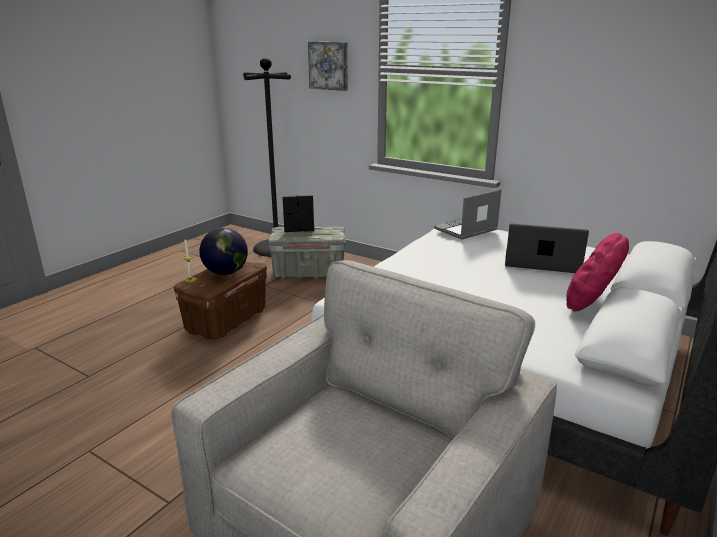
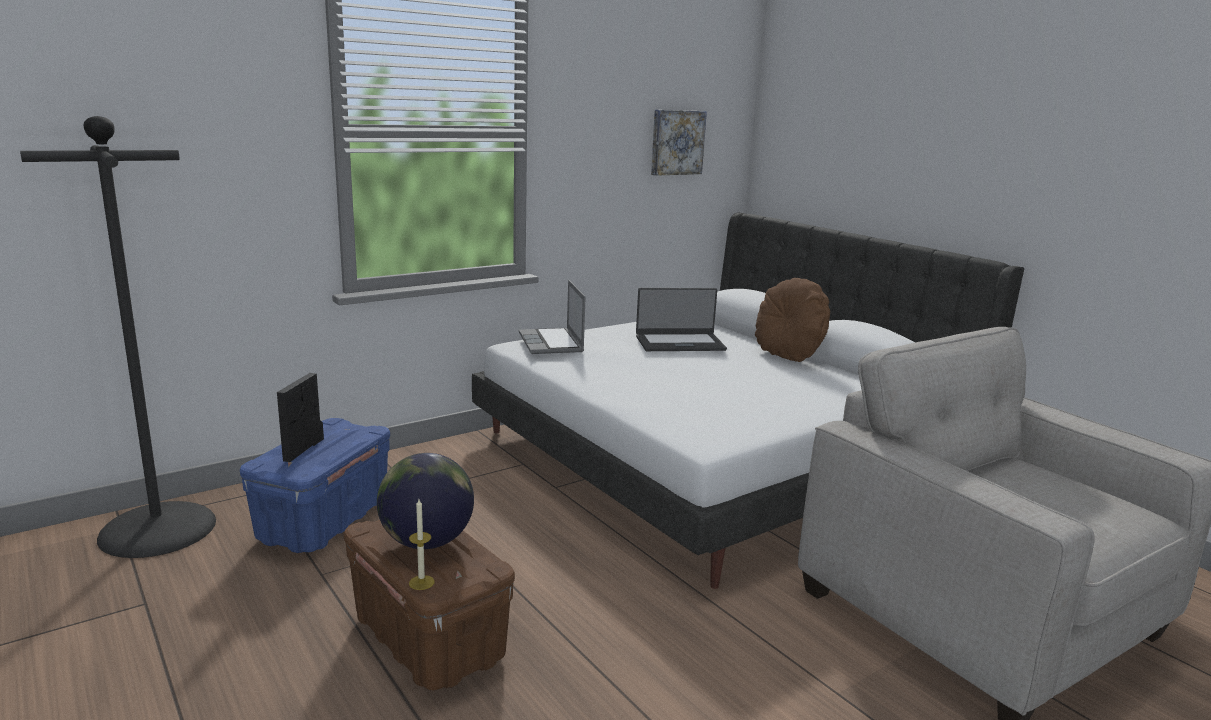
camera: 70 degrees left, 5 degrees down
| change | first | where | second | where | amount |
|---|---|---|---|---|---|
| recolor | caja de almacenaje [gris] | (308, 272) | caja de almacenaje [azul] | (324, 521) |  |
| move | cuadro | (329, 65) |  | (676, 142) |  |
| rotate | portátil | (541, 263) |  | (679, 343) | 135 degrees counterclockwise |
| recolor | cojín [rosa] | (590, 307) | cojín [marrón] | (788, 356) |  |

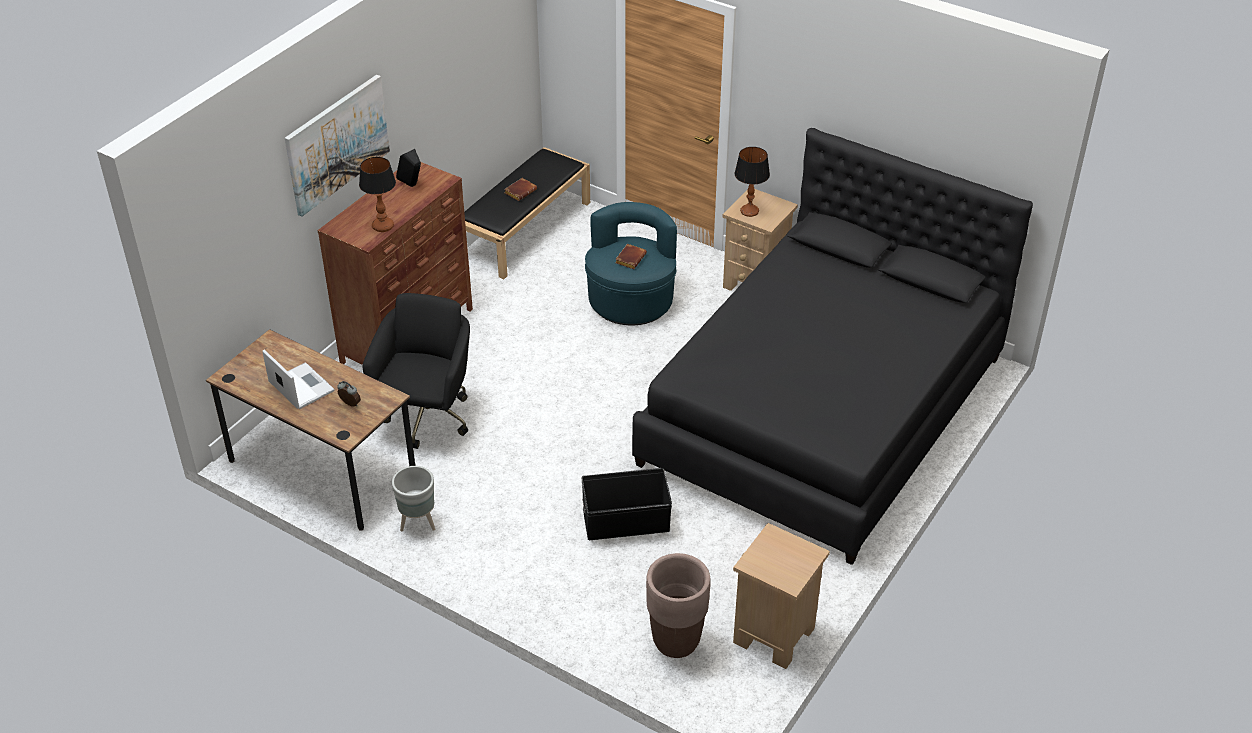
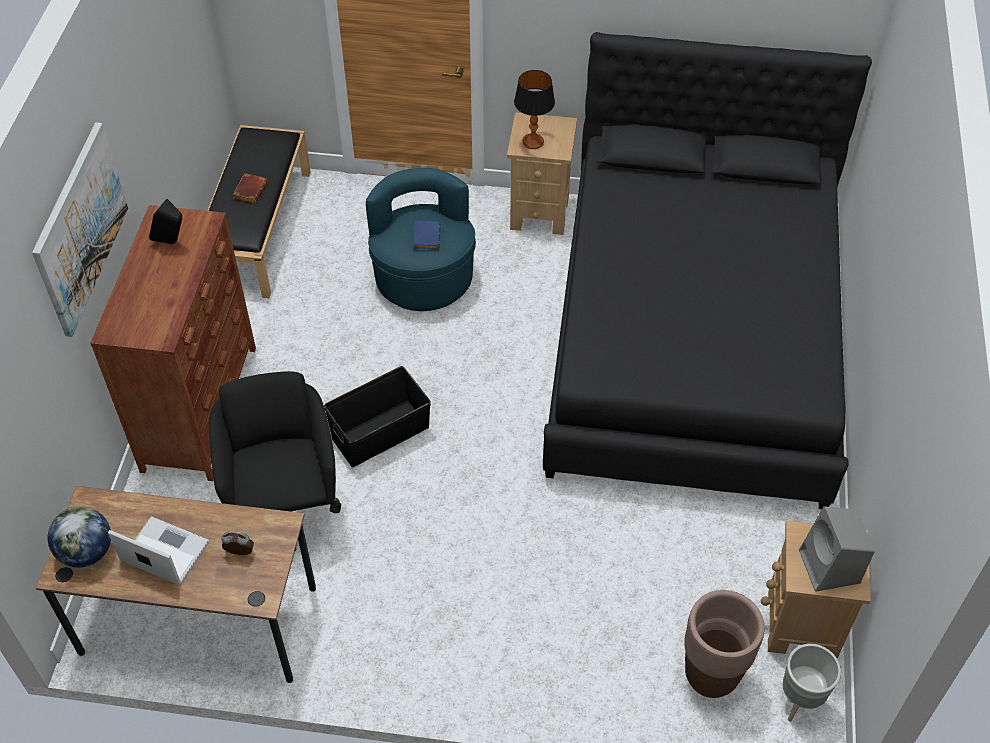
camera: 25 degrees left, 10 degrees up
| change | first | where | second | where | amount |
|---|---|---|---|---|---|
| delete | lámpara de mesa | (383, 226) |  |  |  |
| move | maceta [gris] | (418, 523) |  | (800, 702) |  |
| move | caja de almacenaje [negro] | (625, 521) |  | (380, 432) |  |
| recolor | libro [marrón] | (630, 258) | libro [azul] | (425, 237) |  |
| insert |  |  | globo terráqueo | (86, 552) |  |
| insert |  |  | altavoz [gris] | (830, 568) |  |

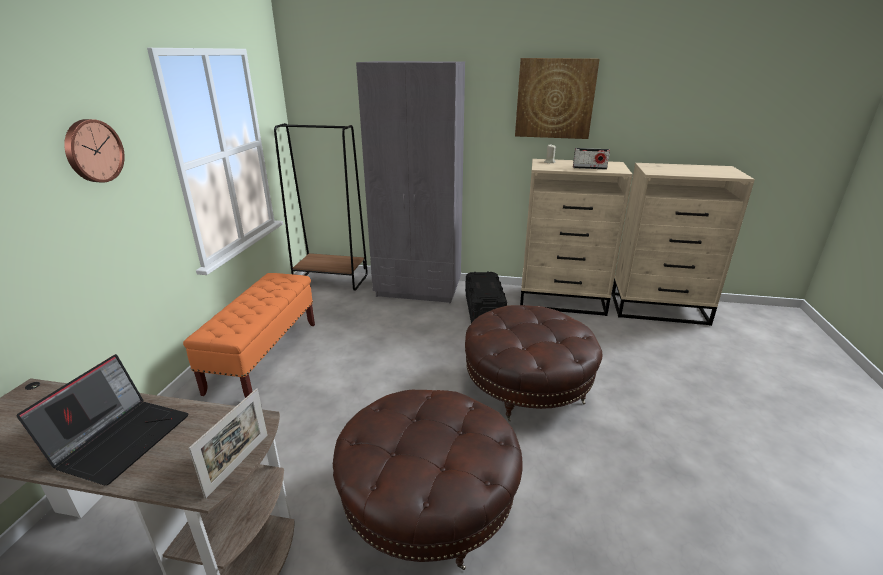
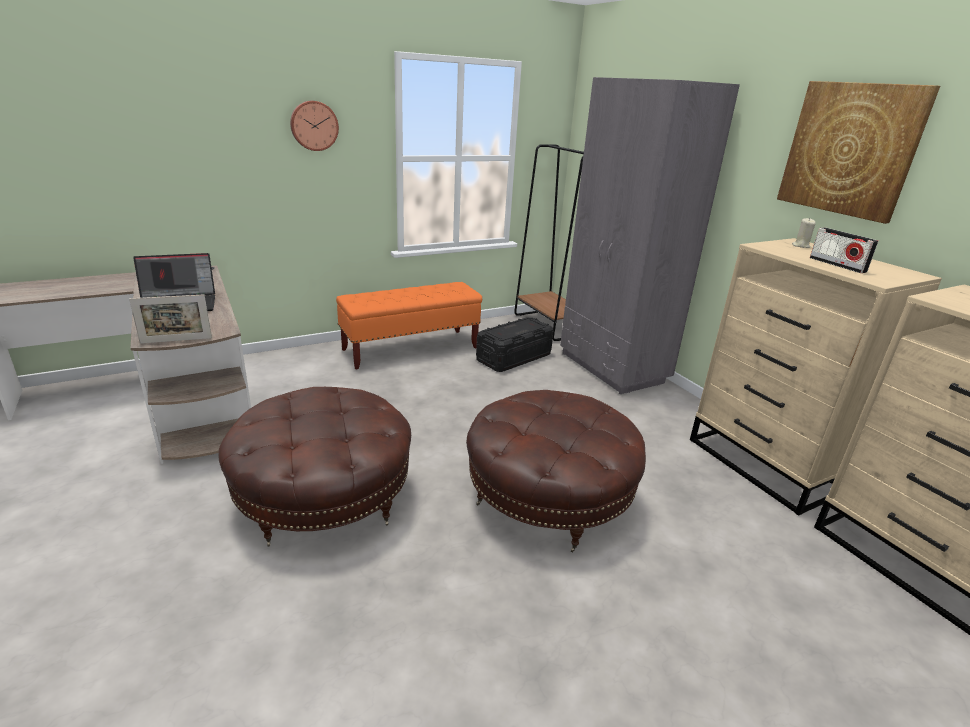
camera: 50 degrees right, 0 degrees up
| change | first | where | second | where | amount |
|---|---|---|---|---|---|
| move | caja de almacenaje [negro] | (484, 309) |  | (514, 357) |  |

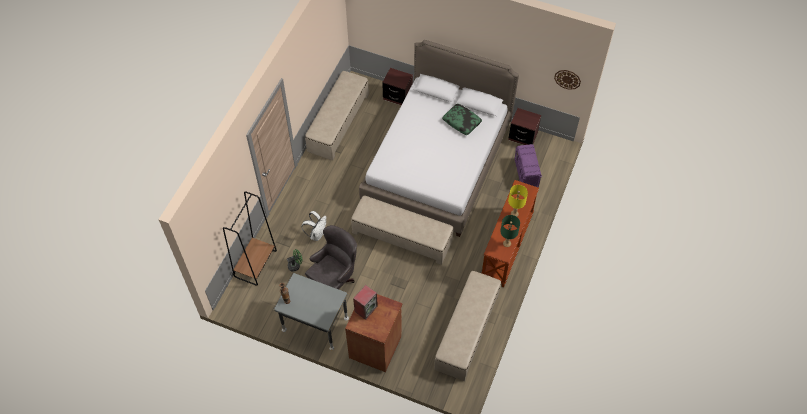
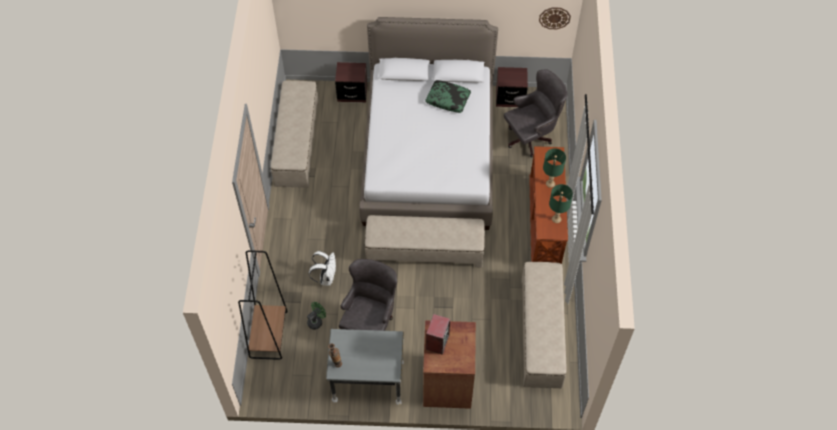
camera: 20 degrees left, 0 degrees up
| change | first | where | second | where | amount |
|---|---|---|---|---|---|
| recolor | lámpara de mesa [amarillo] | (514, 213) | lámpara de mesa [verde] | (550, 183) |  |
| replace | caja de almacenaje [morado] | (526, 173) | silla de oficina [gris] | (530, 138) |  |

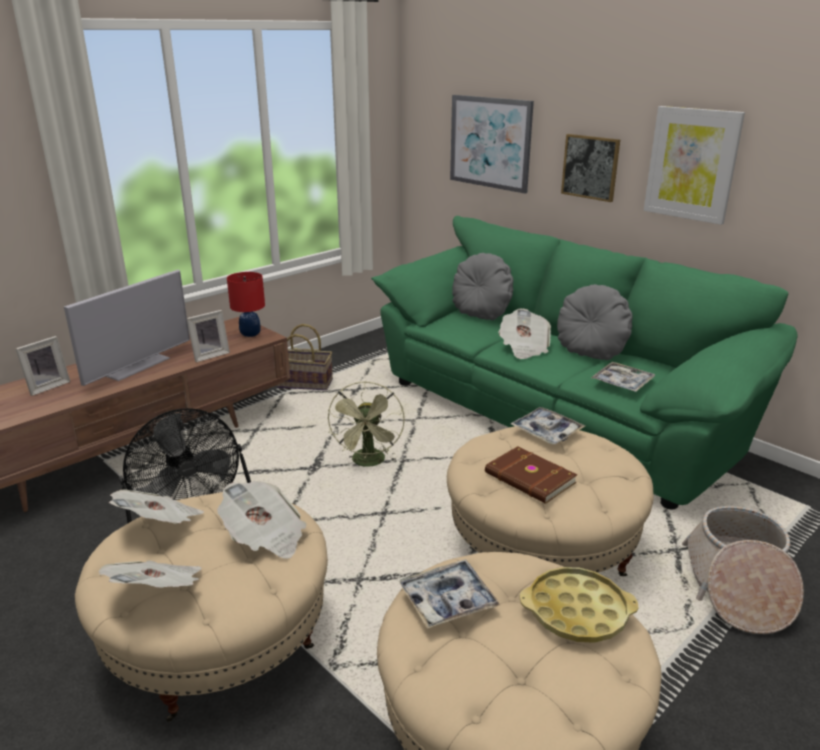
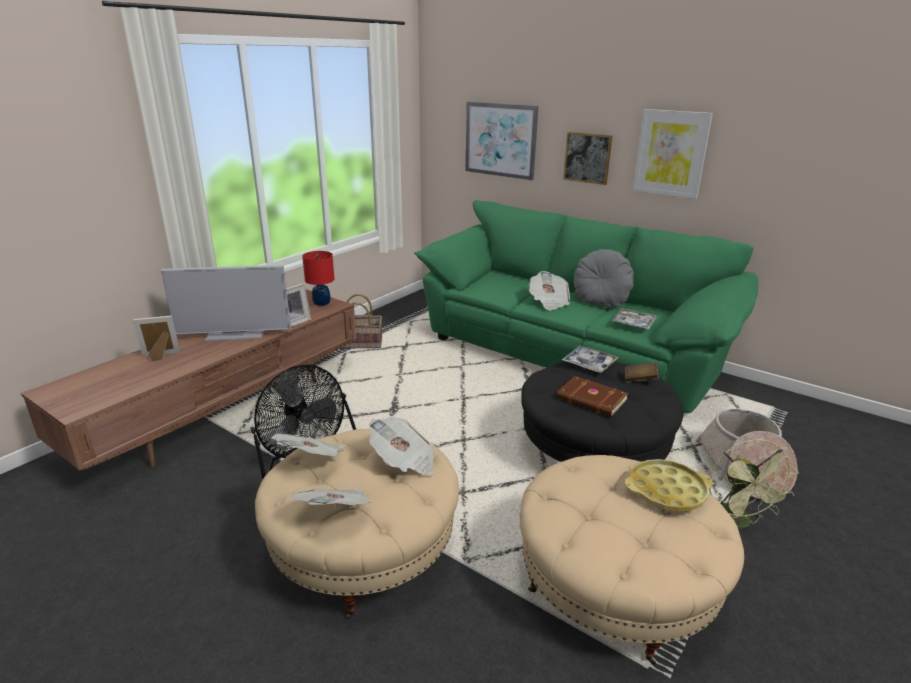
camera: 10 degrees left, 0 degrees up
| change | first | where | second | where | amount |
|---|---|---|---|---|---|
| rotate | portarretratos | (47, 386) |  | (160, 356) | 135 degrees counterclockwise |
| rotate | televisor | (137, 366) |  | (235, 335) | 60 degrees clockwise |
| move | ventilador [verde] | (369, 463) |  | (737, 523) |  |
| delete | bandeja | (447, 600) |  |  |  |
| recolor | puf [beis] | (542, 544) | puf [negro] | (593, 452) |  |
| delete | cojín [gris] | (481, 315) |  |  |  |
| insert |  |  | libro [marrón] | (640, 380) |  |

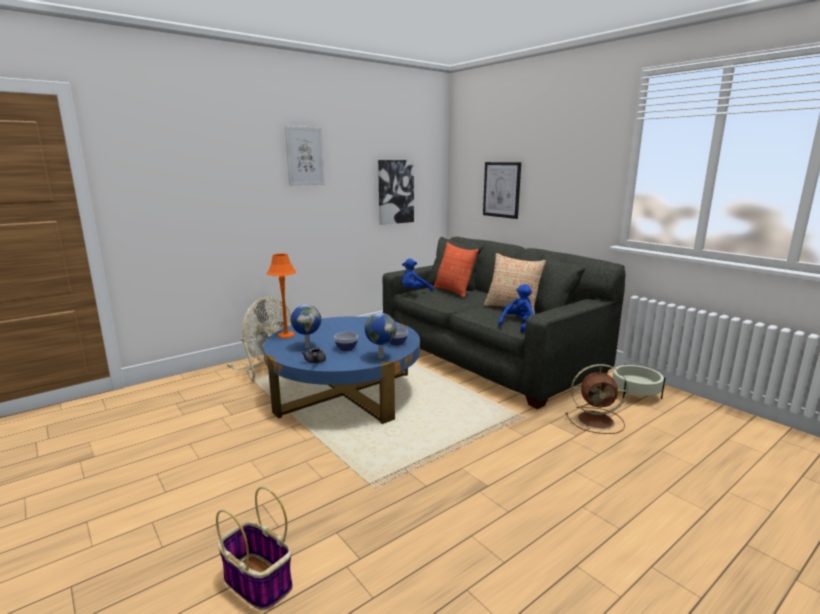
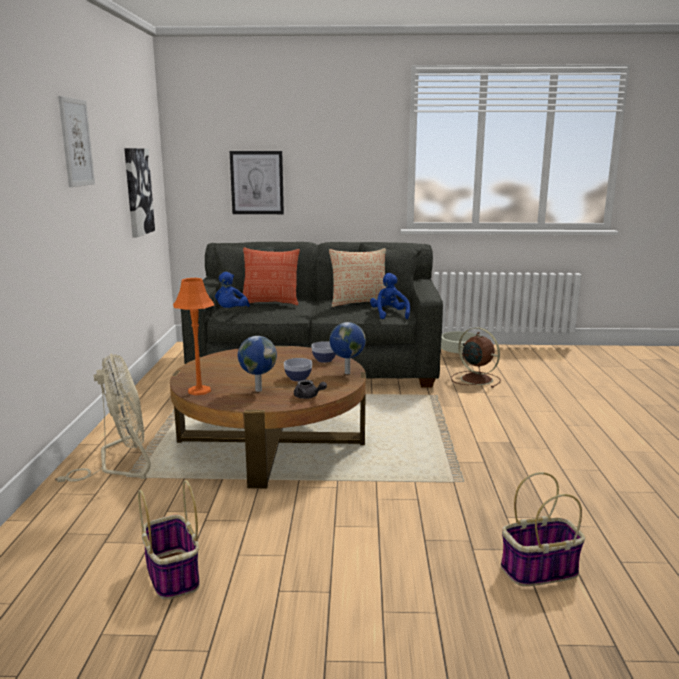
camera: 50 degrees left, 0 degrees up
| change | first | where | second | where | amount |
|---|---|---|---|---|---|
| recolor | mesa de centro [azul] | (345, 392) | mesa de centro [marrón] | (271, 441) |  |
| rotate | ventilador [marrón] | (597, 420) |  | (475, 379) | 90 degrees counterclockwise |
| insert |  |  | cesta | (172, 574) |  |

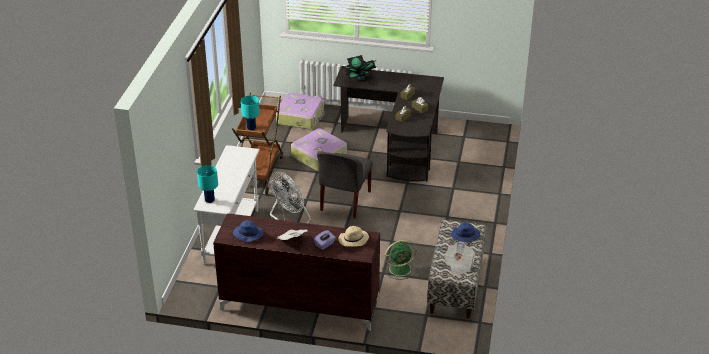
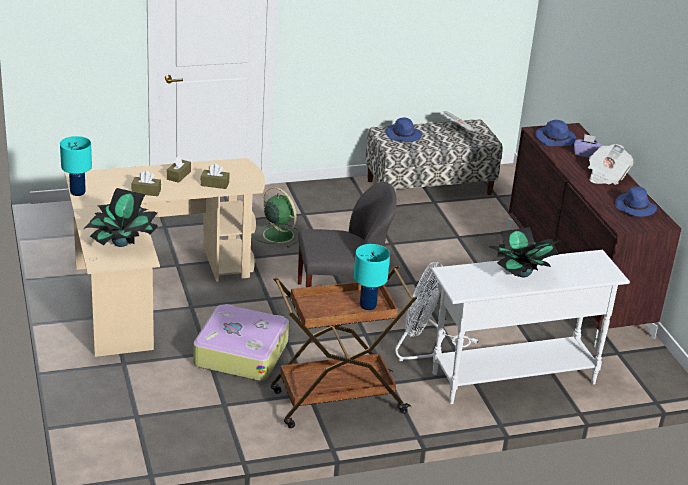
camera: 120 degrees left, 5 degrees down
| change | first | where | second | where | amount |
|---|---|---|---|---|---|
| move | lámpara de mesa [turquesa] | (210, 200) |  | (78, 192) |  |
| delete | maleta | (301, 117) |  |  |  |
| recolor | escritorio [negro] | (398, 143) | escritorio [beis] | (149, 286) |  |
| recolor | sombrero [beis] | (353, 240) | sombrero [azul] | (556, 139) |  |
| move | ventilador [verde] | (401, 268) |  | (277, 234) |  |
| insert |  |  | planta en maceta | (521, 274) |  |

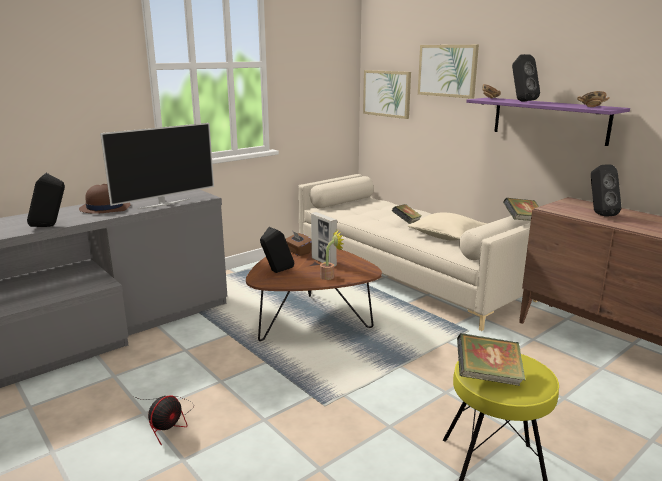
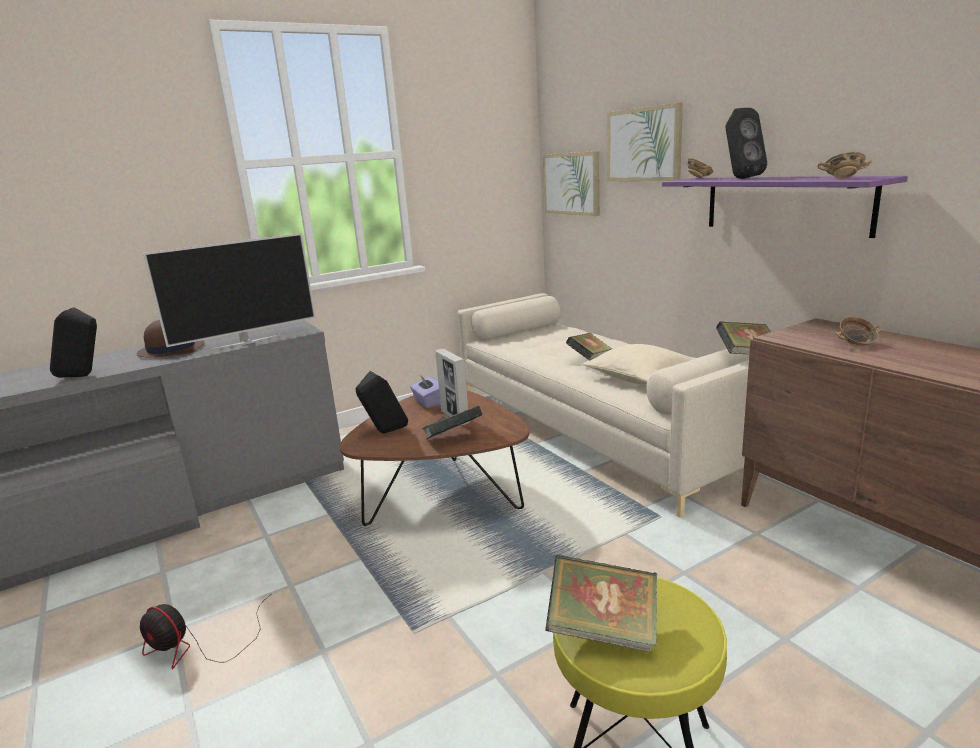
camera: 10 degrees right, 0 degrees up
| change | first | where | second | where | amount |
|---|---|---|---|---|---|
| rotate | ventilador | (168, 421) |  | (197, 646) | 75 degrees clockwise |
| recolor | caja de pañuelos [marrón] | (298, 252) | caja de pañuelos [morado] | (428, 402) |  |
| replace | planta en maceta | (330, 276) | libro | (453, 439) |  |
| replace | altavoz [negro] | (599, 214) | cuenco | (856, 345) |  |

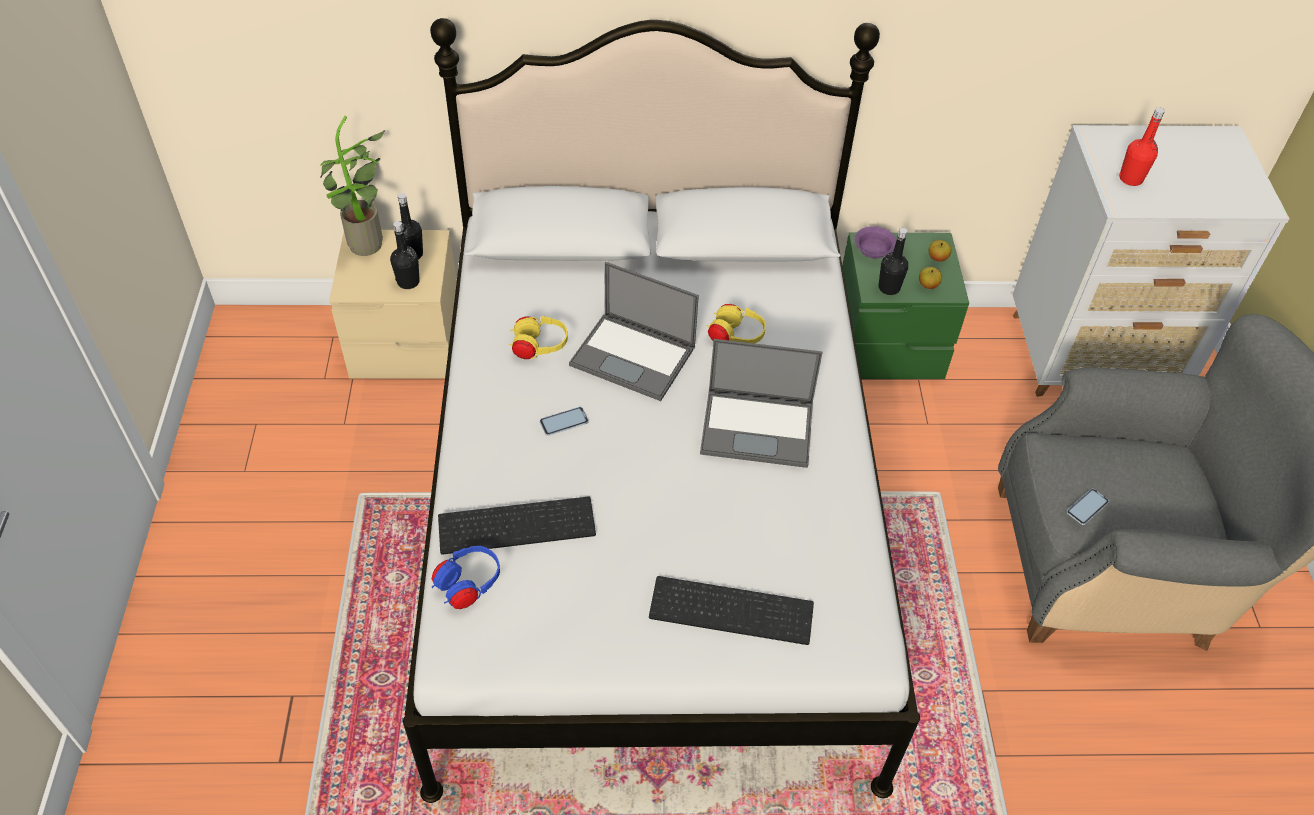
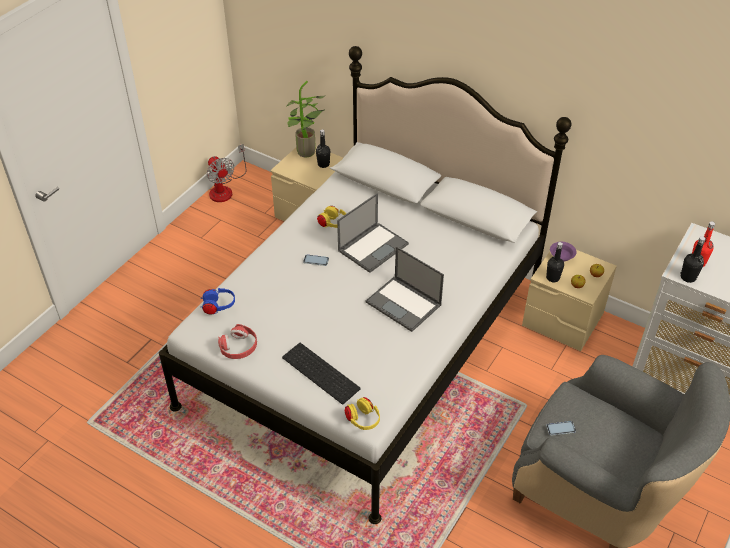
camera: 35 degrees right, 5 degrees down
| change | first | where | second | where | amount |
|---|---|---|---|---|---|
| move | botella [negro] | (408, 282) |  | (688, 277) |  |
| delete | teclado | (518, 523) |  |  |  |
| rotate | portátil | (634, 356) |  | (373, 247) | 105 degrees counterclockwise |
| move | auriculares [amarillo] | (735, 337) |  | (362, 420) |  |
| recolor | mesita de noche [verde] | (886, 344) | mesita de noche [beis] | (563, 320) |  |
| insert |  |  | ventilador | (225, 189) |  |
| insert |  |  | auriculares [rojo] | (238, 347) |  |

